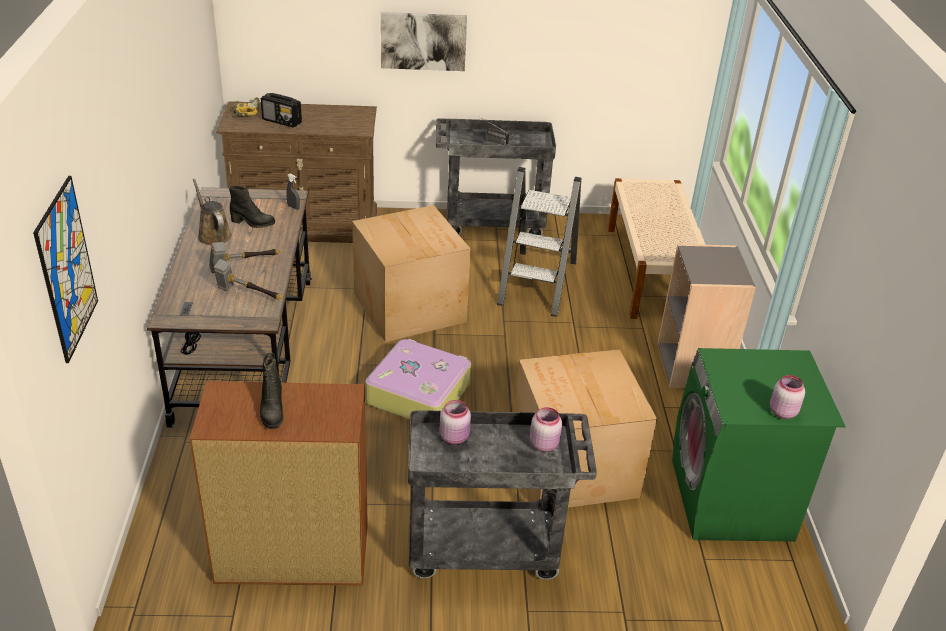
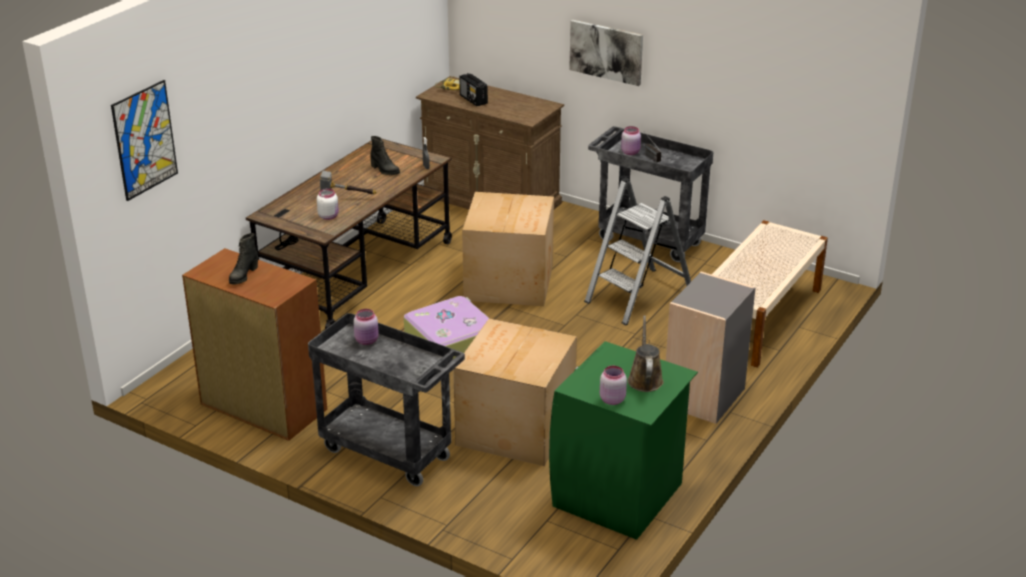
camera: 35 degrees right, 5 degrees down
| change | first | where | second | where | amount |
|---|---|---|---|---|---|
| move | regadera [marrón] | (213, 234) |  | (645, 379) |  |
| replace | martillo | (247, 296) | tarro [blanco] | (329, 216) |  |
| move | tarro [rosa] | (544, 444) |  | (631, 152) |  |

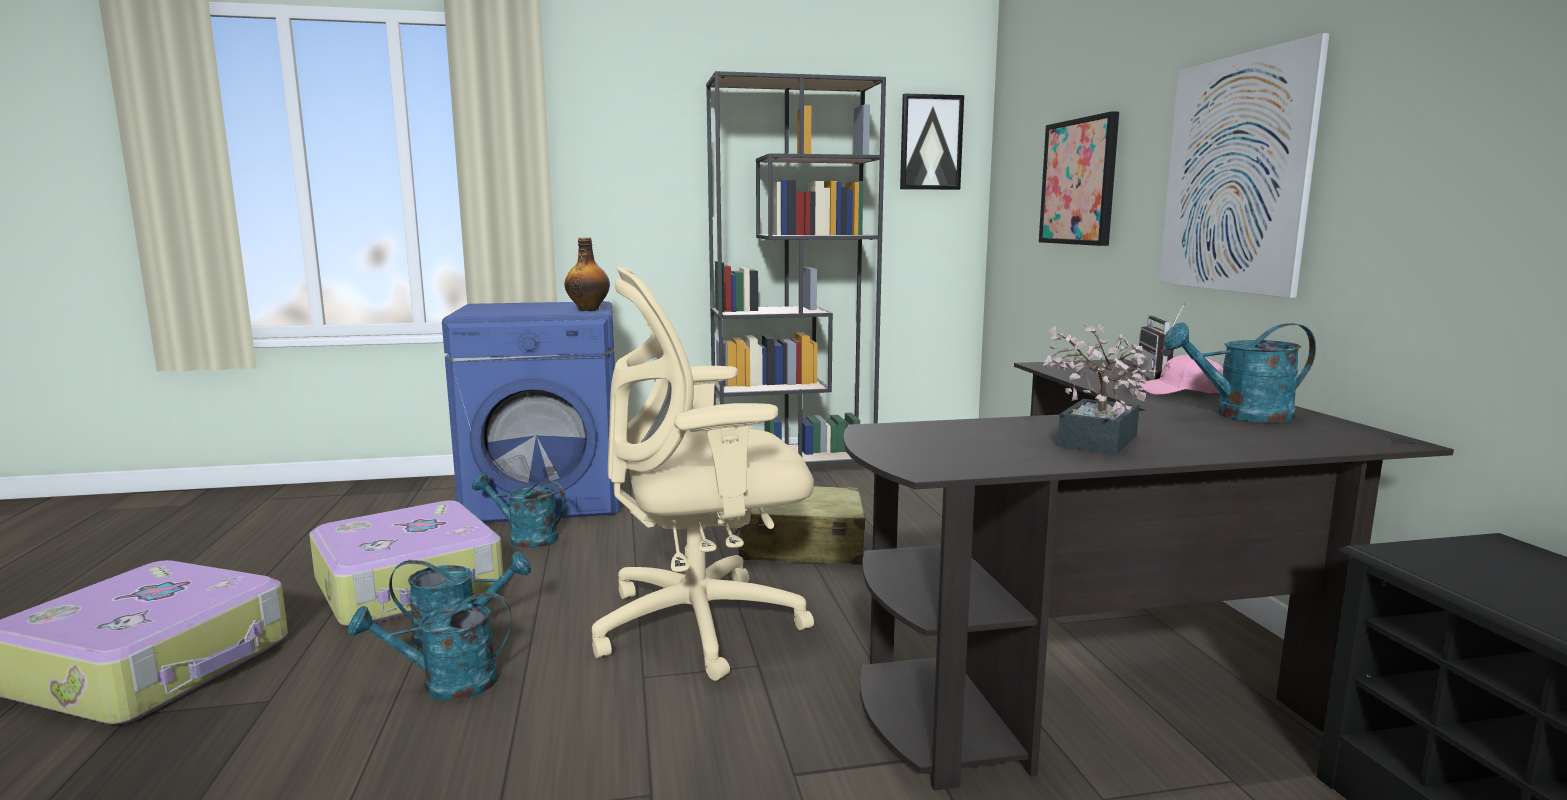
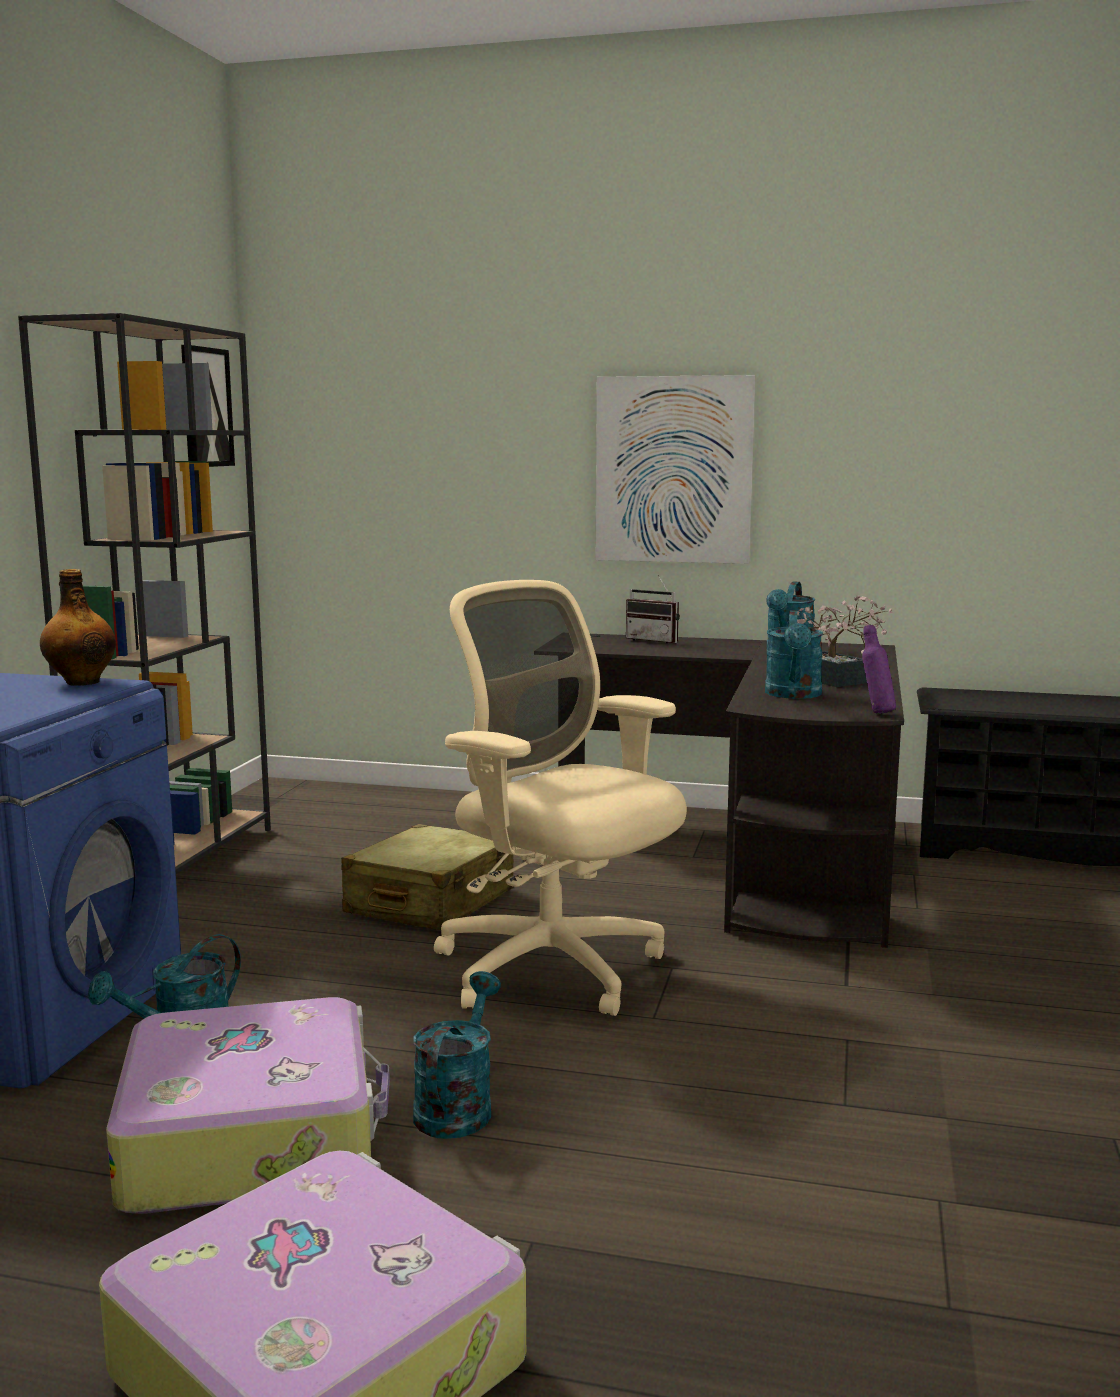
camera: 65 degrees left, 0 degrees up
| change | first | where | second | where | amount |
|---|---|---|---|---|---|
| move | regadera [turquesa] | (446, 685) |  | (794, 695) |  |
| rotate | silla de oficina [beis] | (711, 620) |  | (563, 971) | 120 degrees clockwise |
| delete | cuadro | (1079, 182) |  |  |  |
| delete | gorra [rosa] | (1181, 392) |  |  |  |
| insert |  |  | botella [morado] | (876, 712) |  |

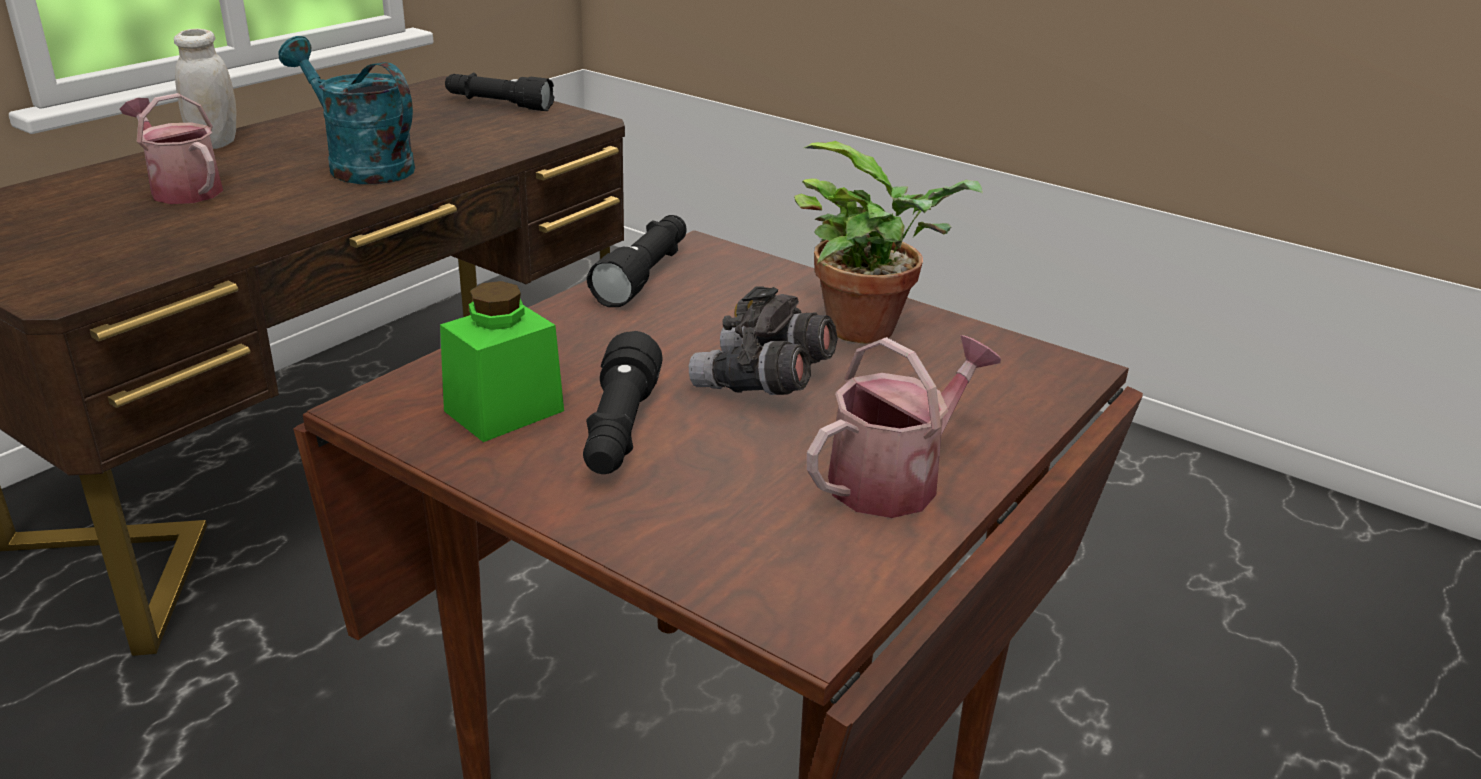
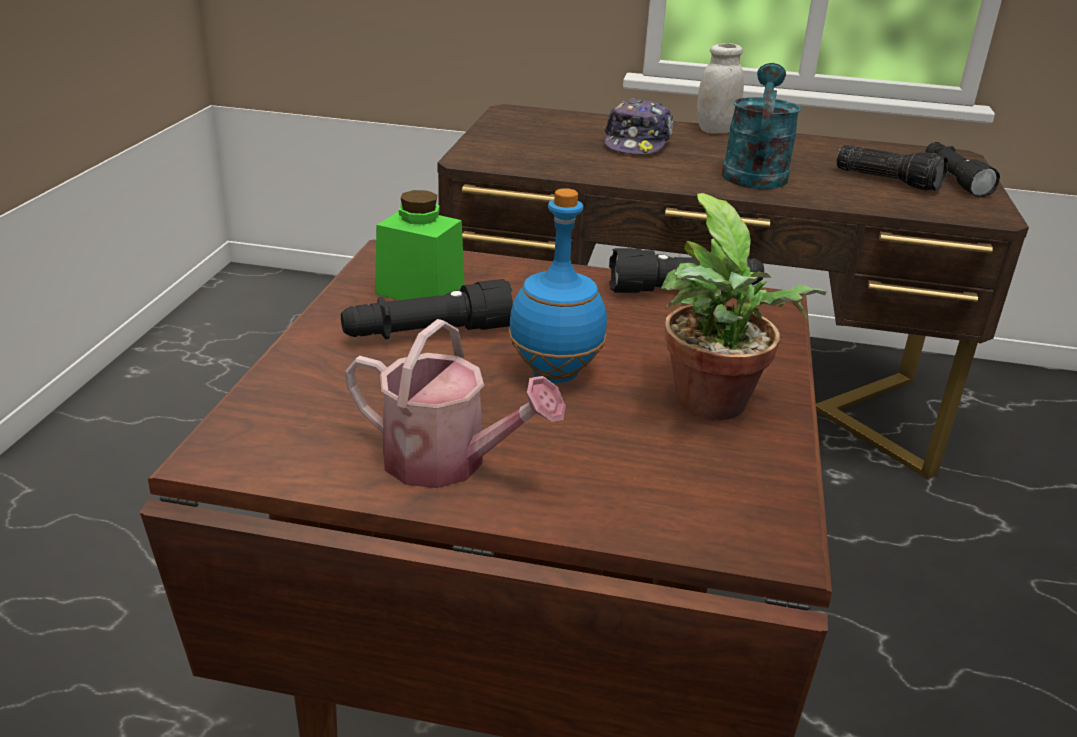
camera: 65 degrees right, 0 degrees up
| change | first | where | second | where | amount |
|---|---|---|---|---|---|
| replace | regadera | (181, 189) | gorra | (637, 143) |  |
| replace | prismáticos [gris] | (762, 383) | botella [azul] | (553, 374) |  |
| insert |  |  | linterna | (888, 180) |  |

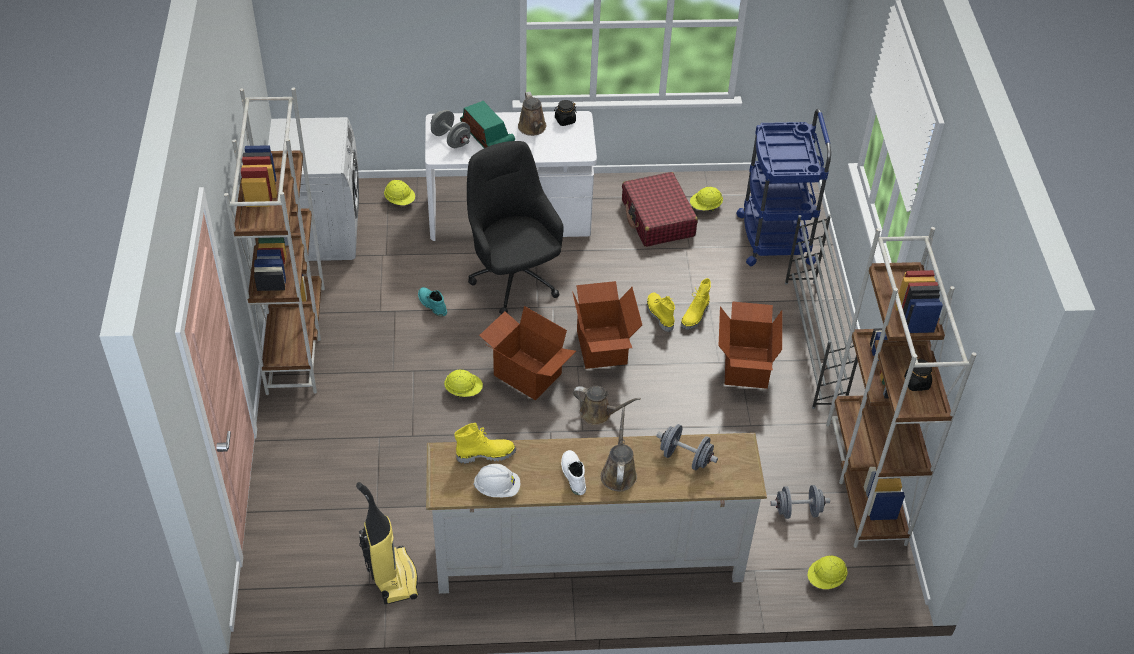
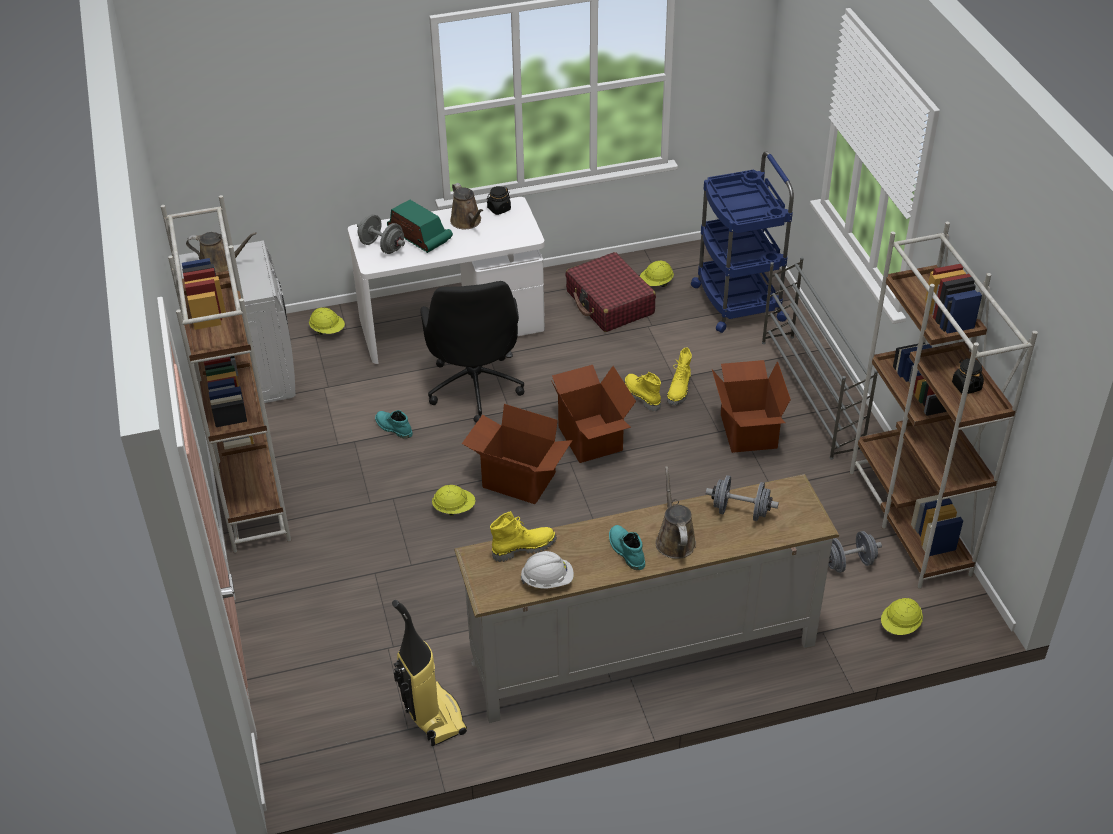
camera: 10 degrees left, 5 degrees down
| change | first | where | second | where | amount |
|---|---|---|---|---|---|
| rotate | silla de oficina [negro] | (513, 280) |  | (475, 388) | 150 degrees counterclockwise |
| recolor | bota [blanco] | (572, 475) | bota [turquesa] | (625, 551) |  |
| move | regadera [marrón] | (598, 413) |  | (220, 265) |  |

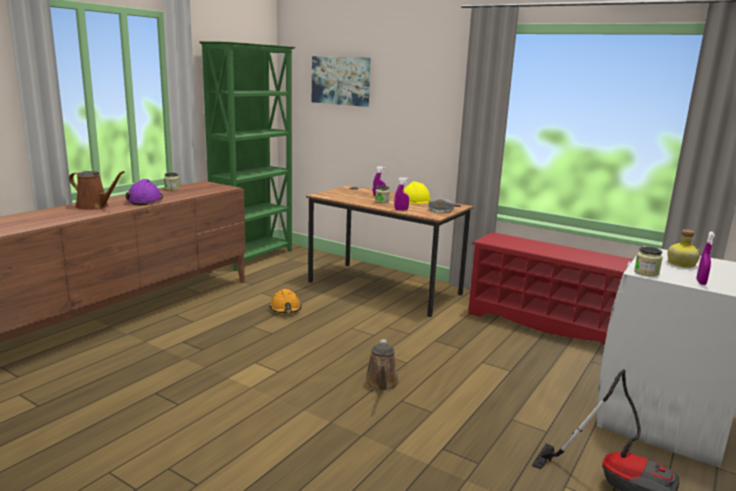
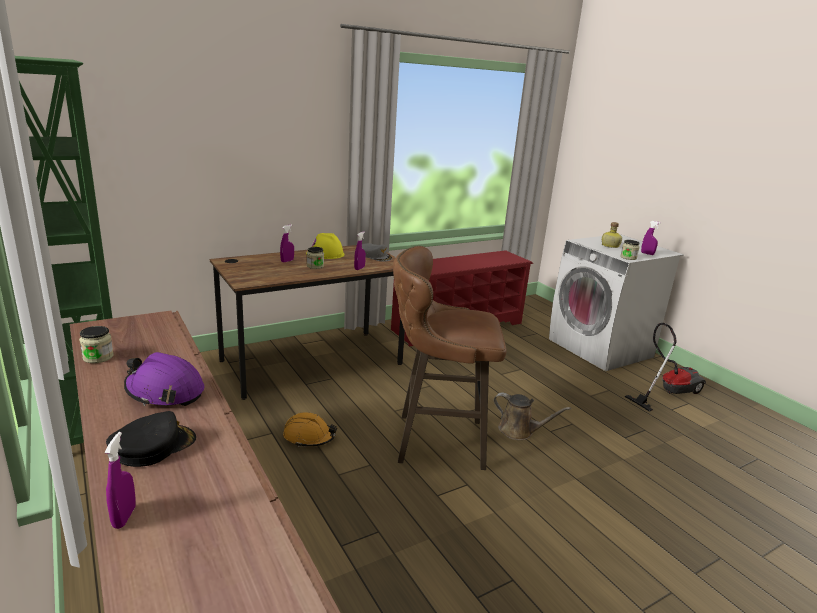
camera: 65 degrees left, 5 degrees up
| change | first | where | second | where | amount |
|---|---|---|---|---|---|
| replace | regadera [marrón] | (95, 206) | gorra [negro] | (153, 446) |  |
| delete | cuadro | (341, 80) |  |  |  |
| insert |  |  | pulverizador [morado] | (124, 517) |  |
| insert |  |  | taburete [marrón] | (435, 440) |  |

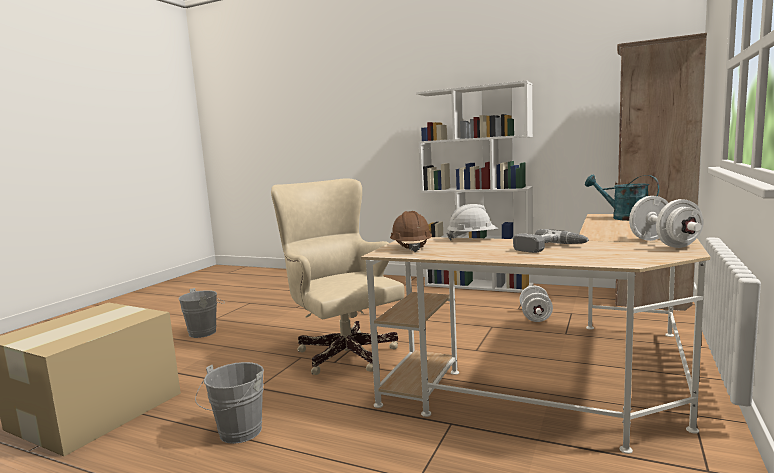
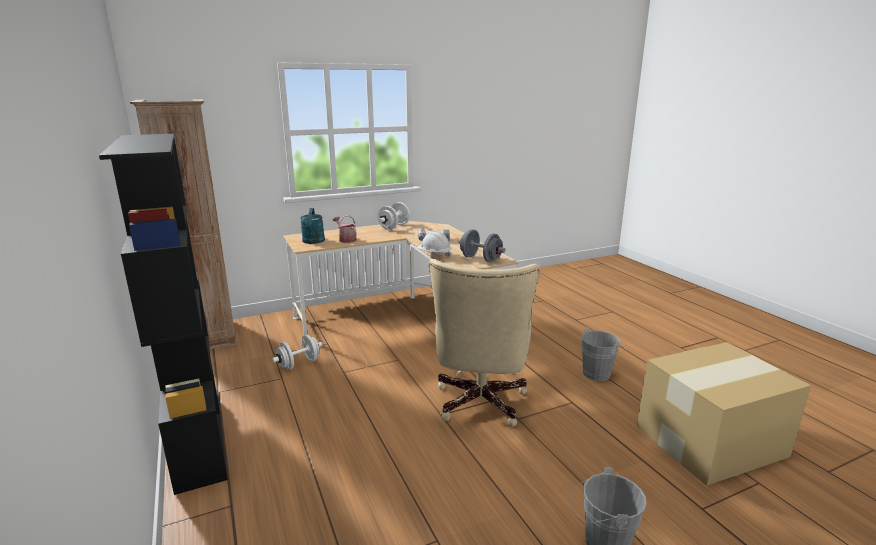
camera: 140 degrees left, 10 degrees up
| change | first | where | second | where | amount |
|---|---|---|---|---|---|
| replace | casco [marrón] | (411, 247) | mancuerna [gris] | (480, 259) |  |
| recolor | estantería [blanco] | (479, 285) | estantería [negro] | (197, 435) |  |
| insert |  |  | regadera | (346, 239) |  |

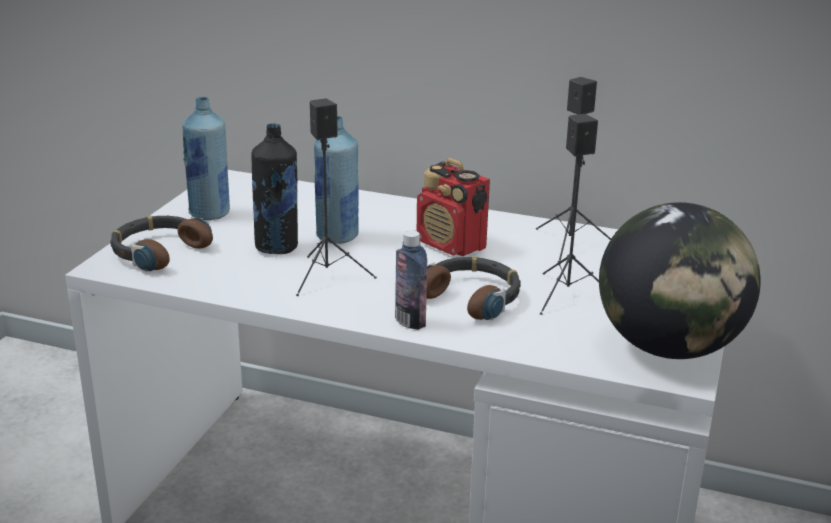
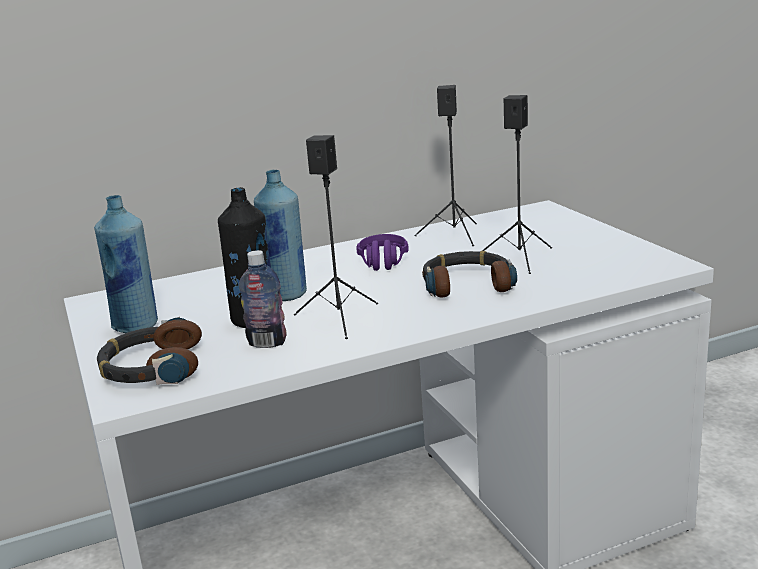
camera: 40 degrees left, 5 degrees down
| change | first | where | second | where | amount |
|---|---|---|---|---|---|
| move | botella | (410, 321) |  | (267, 343) |  |
| replace | radio | (451, 245) | auriculares [morado] | (383, 265) |  |
| delete | globo terráqueo | (668, 347) |  |  |  |

